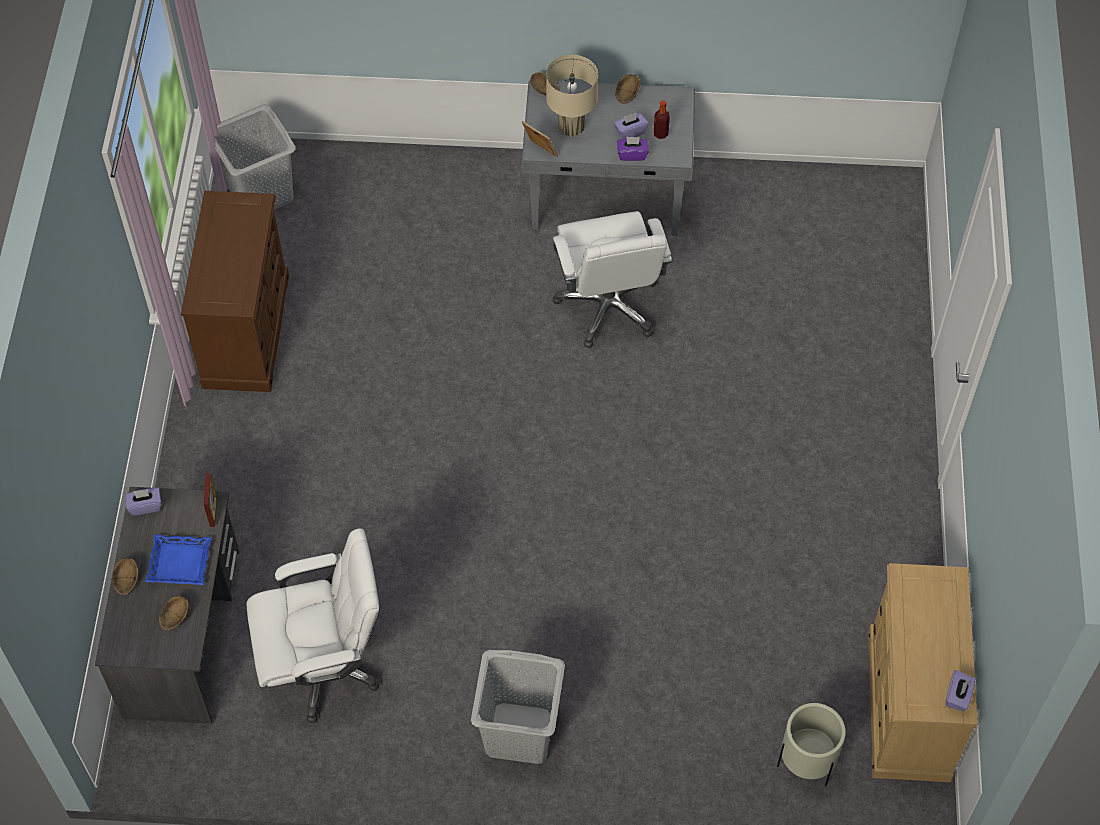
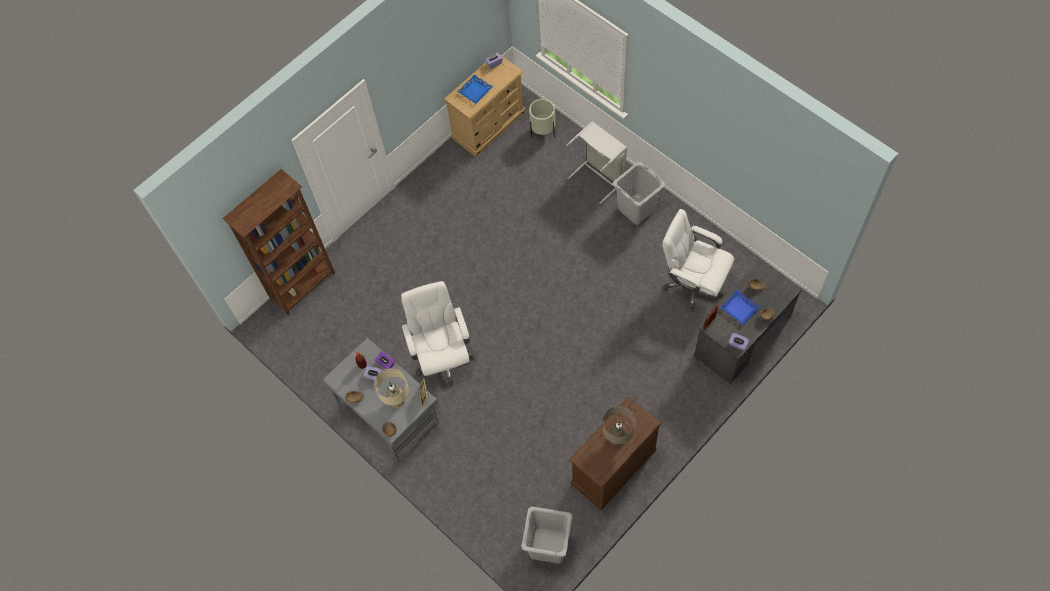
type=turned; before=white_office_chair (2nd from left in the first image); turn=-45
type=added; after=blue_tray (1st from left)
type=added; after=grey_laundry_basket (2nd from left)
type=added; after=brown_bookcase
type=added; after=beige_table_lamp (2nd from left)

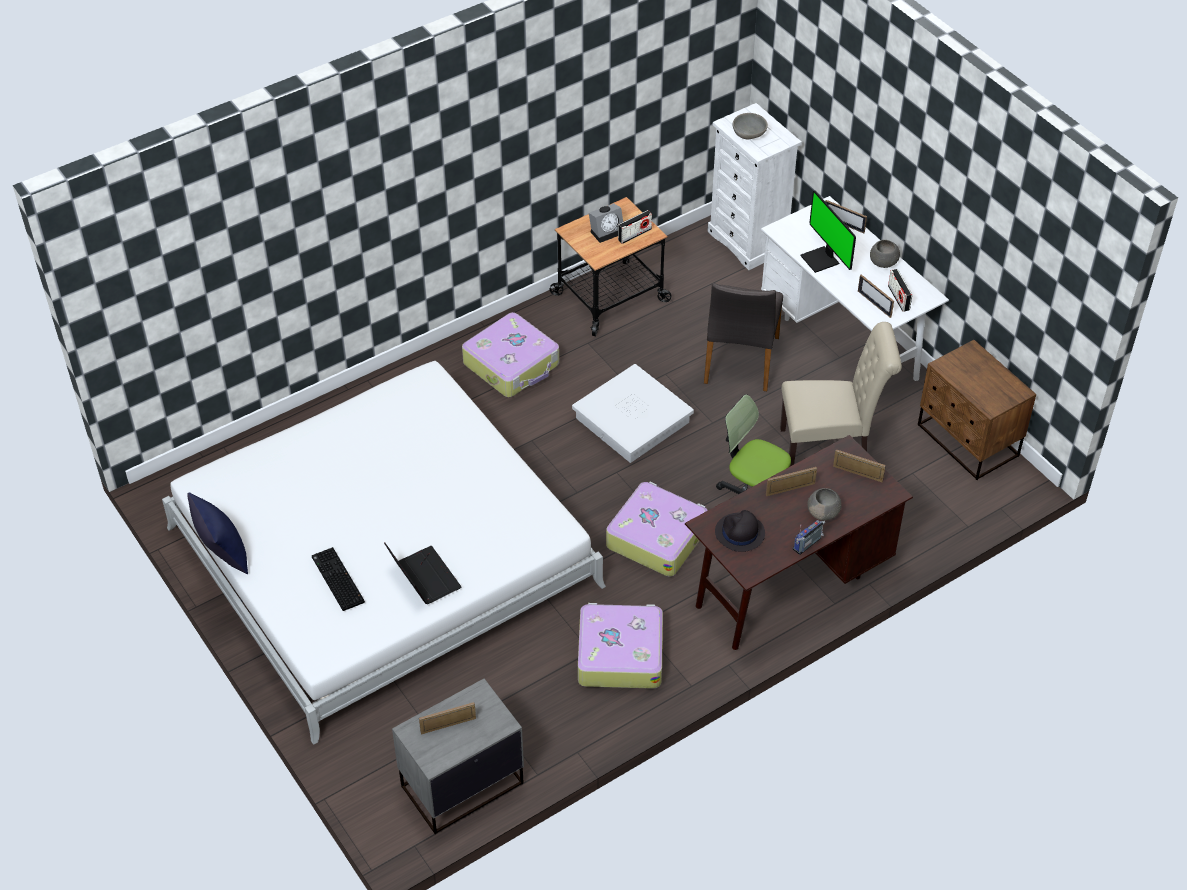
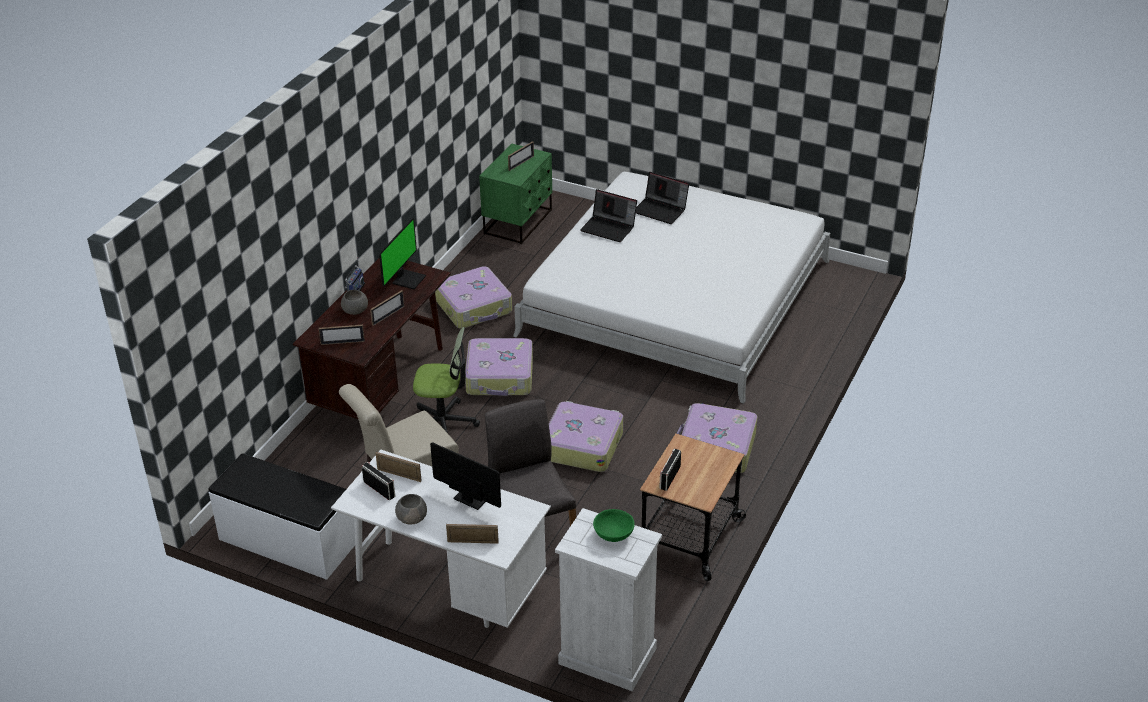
type=recoloured; before=grey_bowl (1st from left); after=green_bowl
type=removed; before=alarm_clock
type=replaced; before=brown_nightstand; after=white_bench
type=replaced; before=white_storage_box; after=suitcase (3rd from left)
type=removed; before=blue_pillow
type=replaced; before=black_hat; after=monitor (1st from left)
type=replaced; before=keyboard; after=laptop (2nd from left)
type=recoloured; before=grey_nightstand; after=green_nightstand

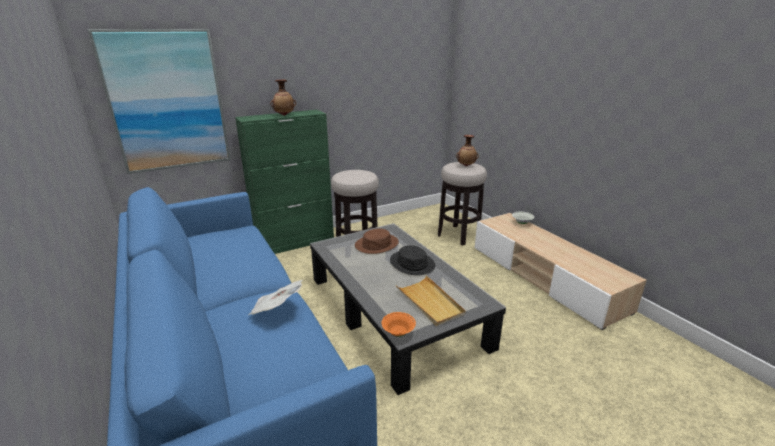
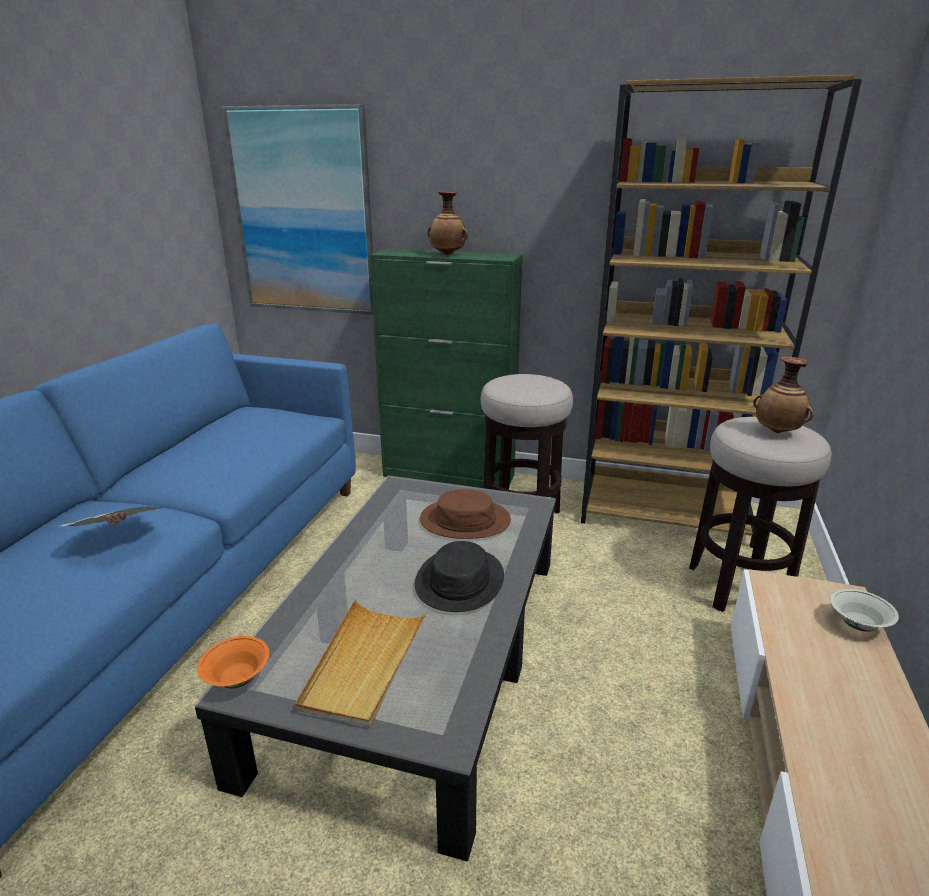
type=added; after=brown_bookcase

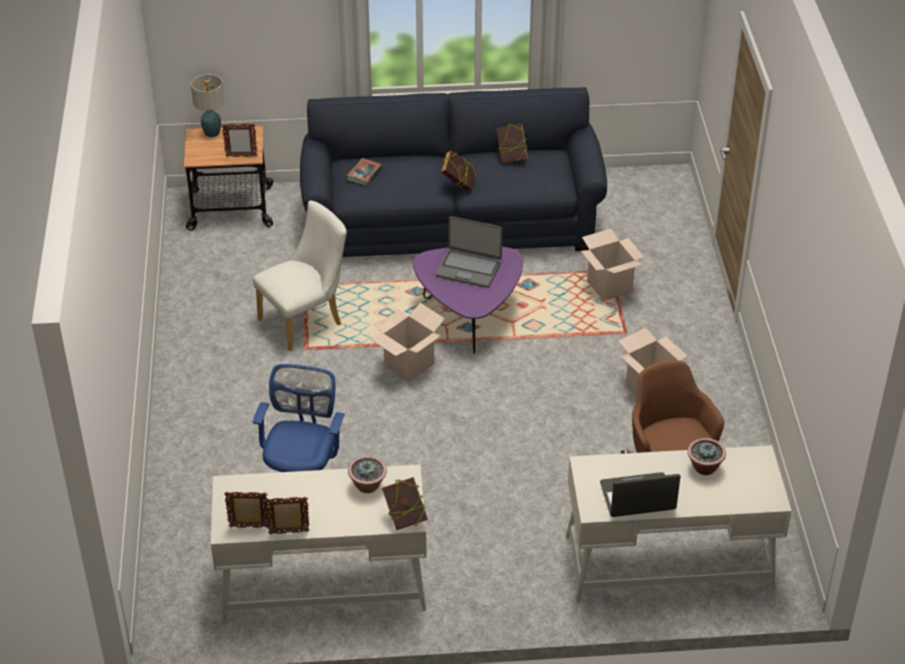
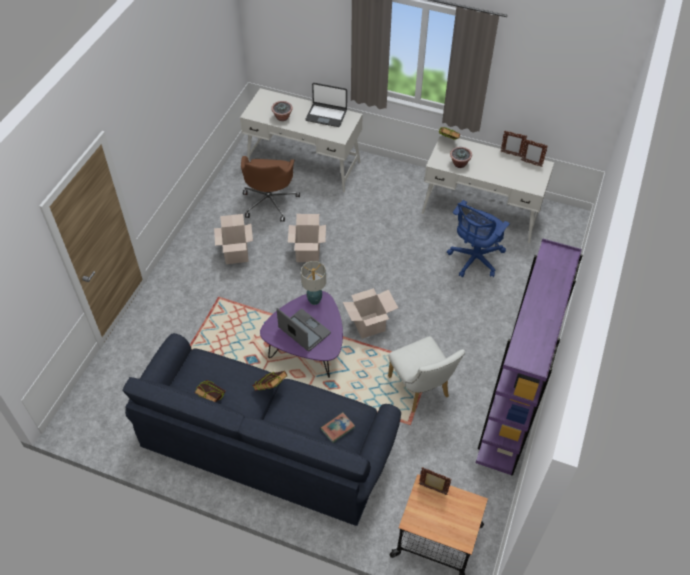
type=moved; before=table_lamp
type=turned; before=white_chair; turn=-105
type=moved; before=cardboard_box (2nd from left)
type=added; after=purple_bookcase

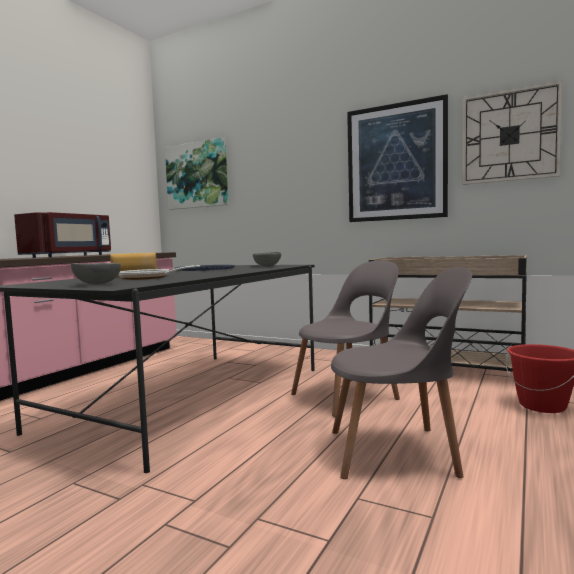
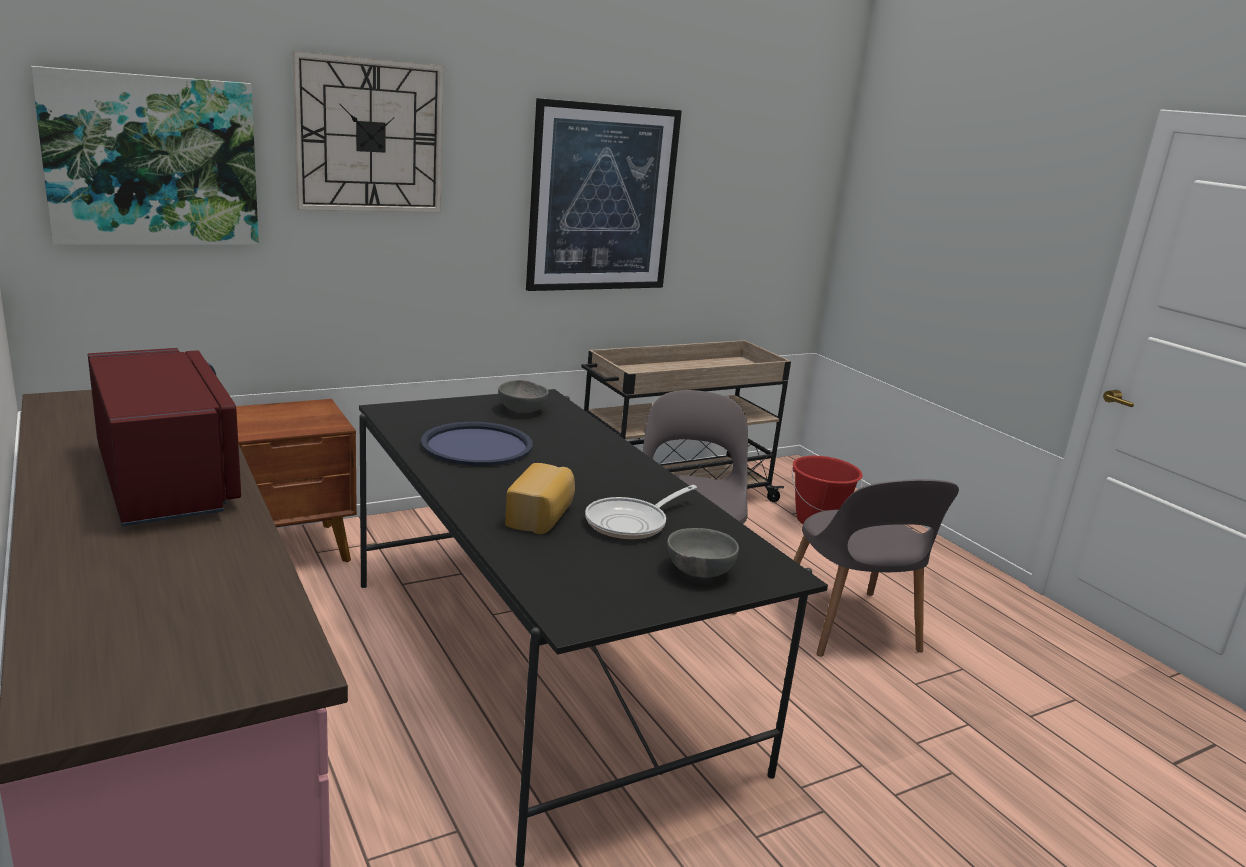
type=moved; before=wall_clock
type=turned; before=grey_chair (2nd from left); turn=135
type=added; after=brown_nightstand

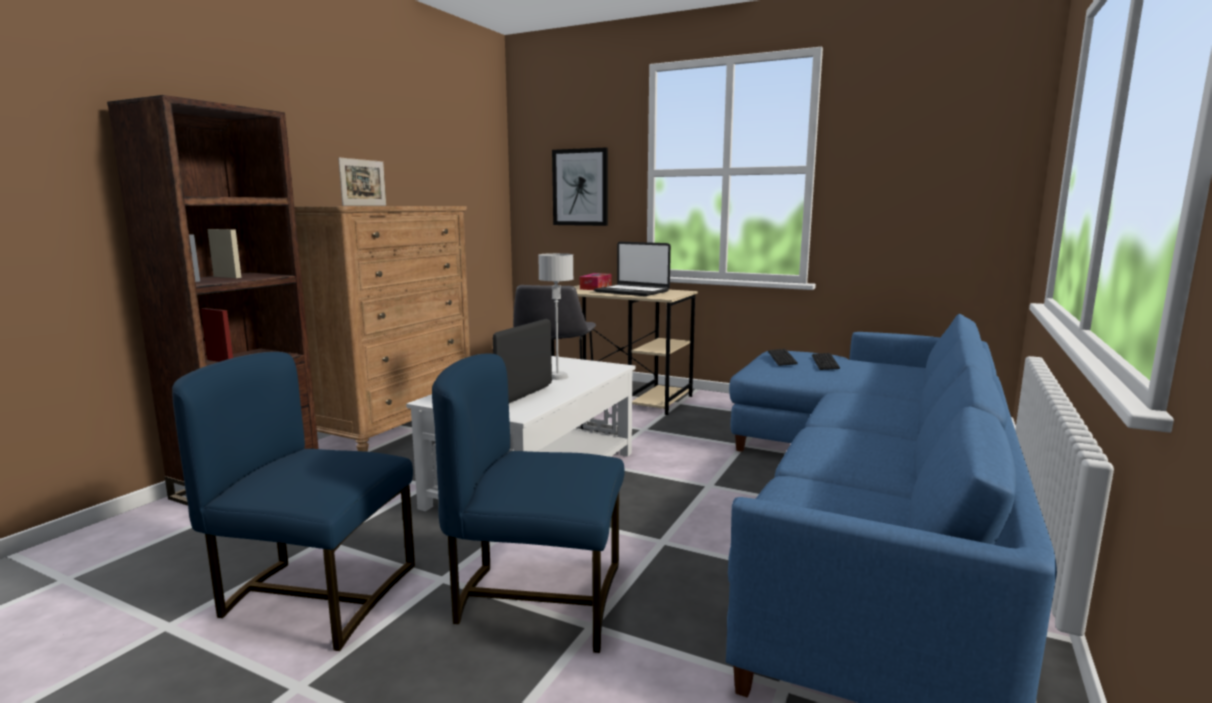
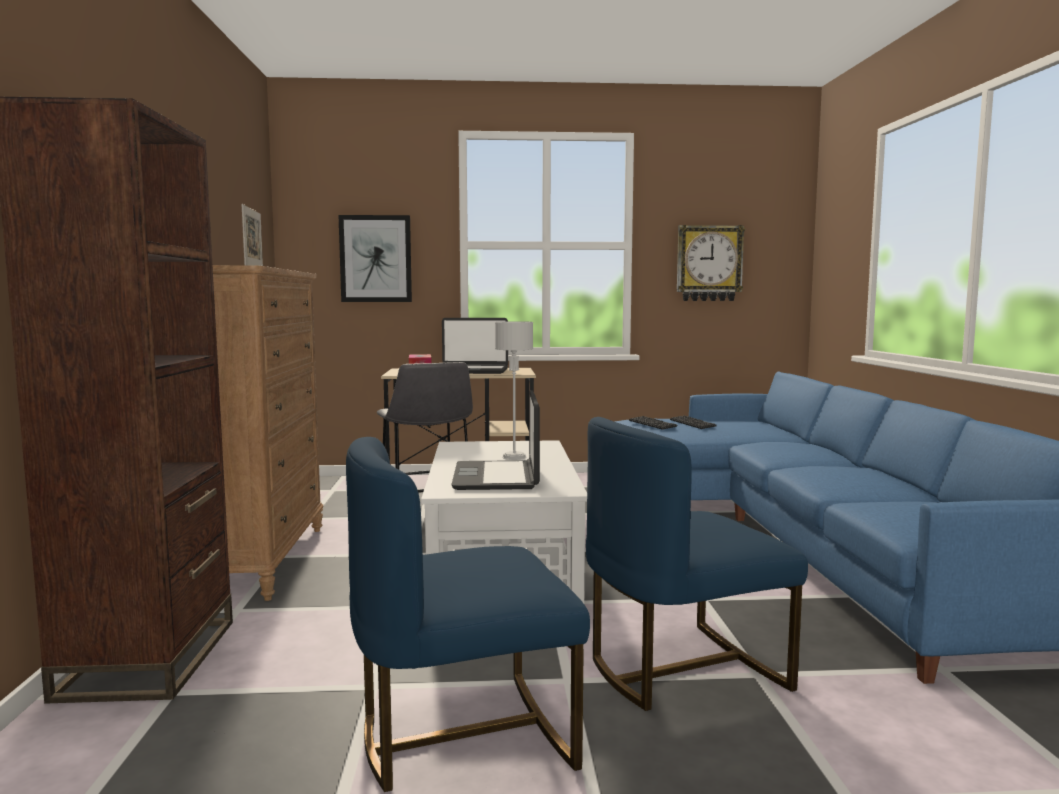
type=added; after=wall_clock

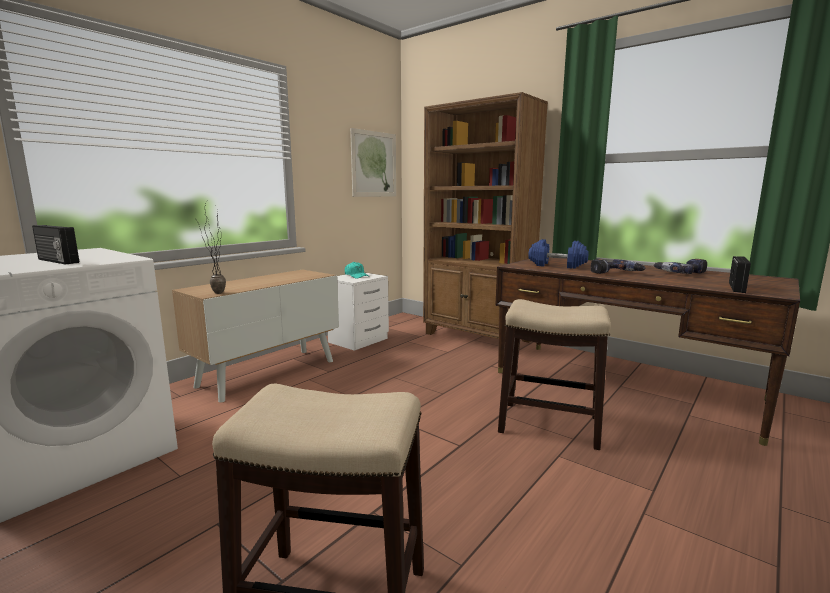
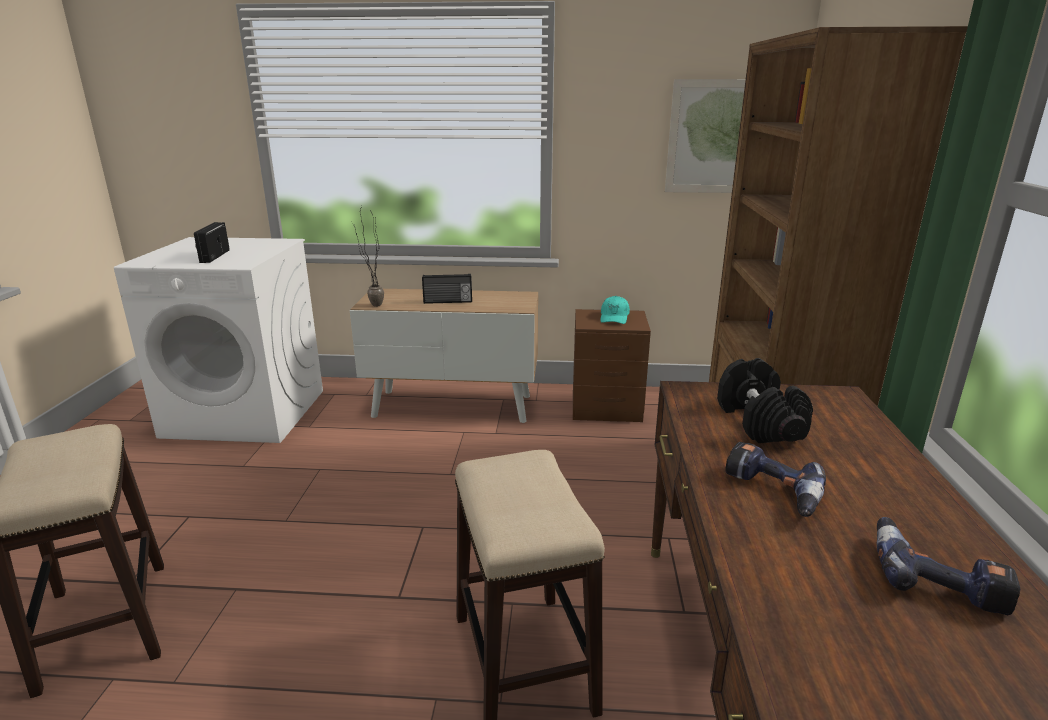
type=recoloured; before=blue_dumbbell; after=black_dumbbell
type=moved; before=radio (2nd from left)
type=recoloured; before=white_nightstand; after=brown_nightstand

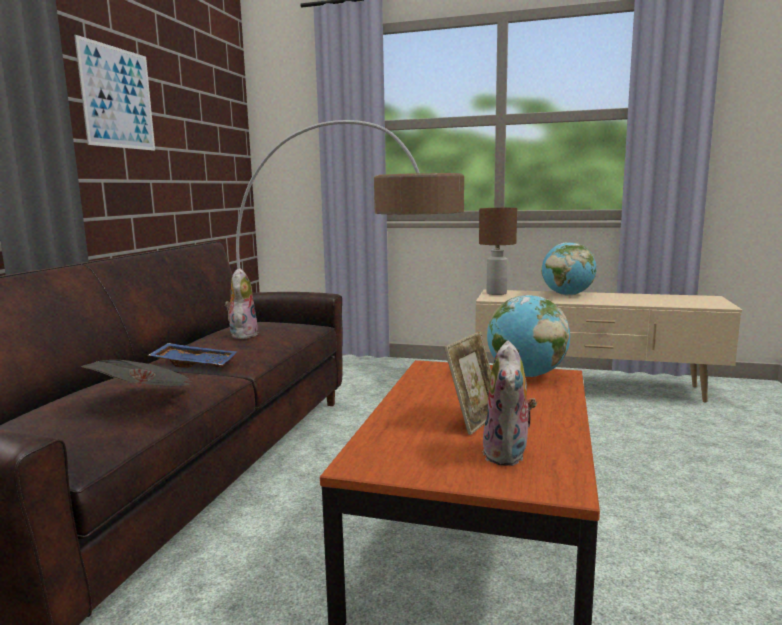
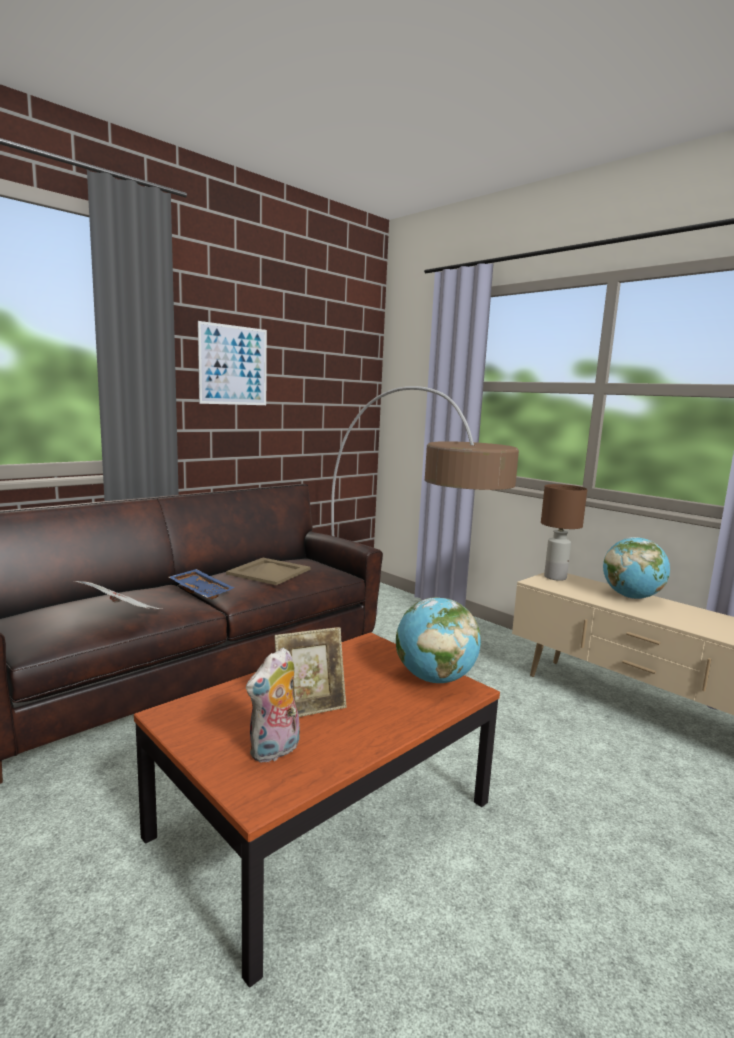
type=replaced; before=plush_toy (1st from left); after=beige_tray

